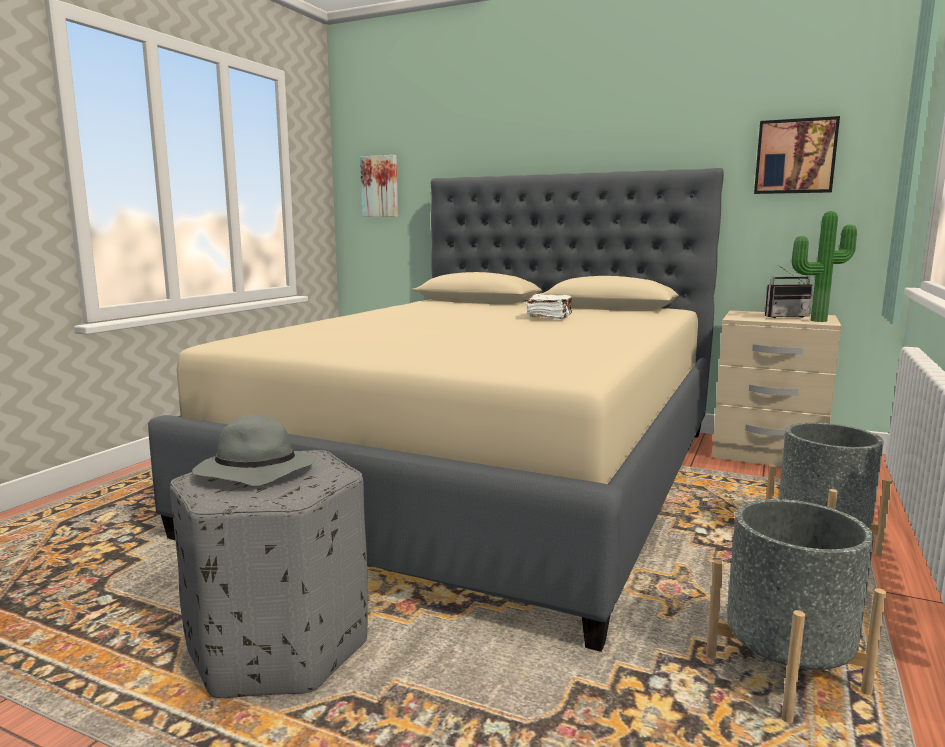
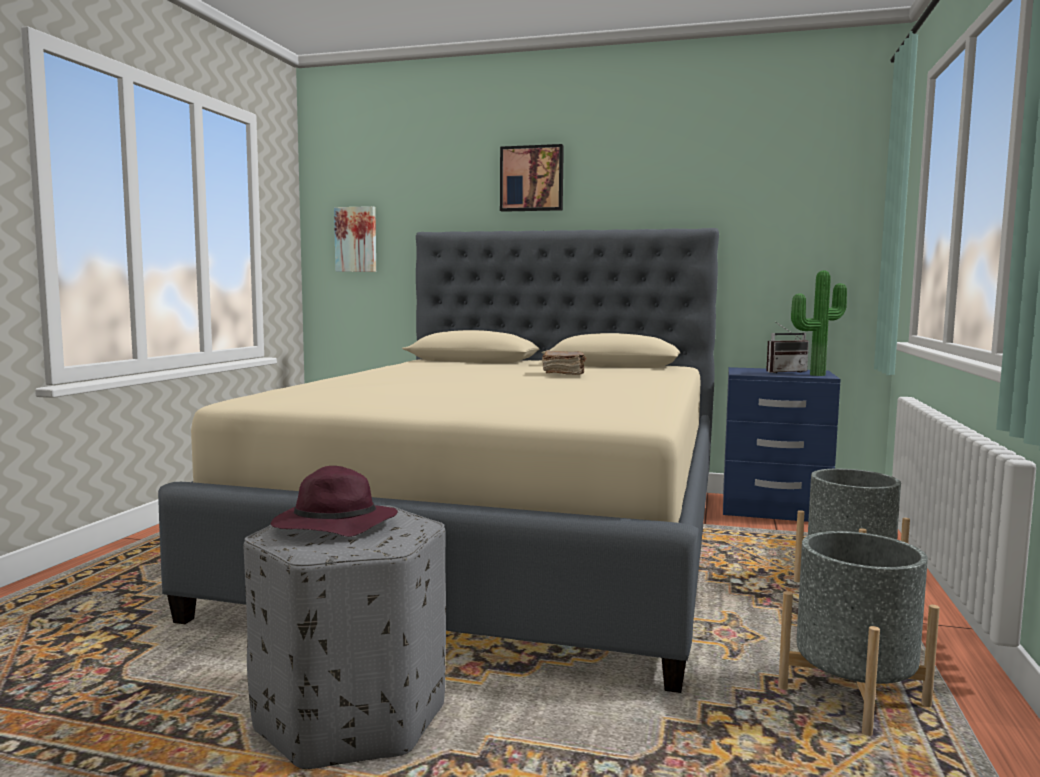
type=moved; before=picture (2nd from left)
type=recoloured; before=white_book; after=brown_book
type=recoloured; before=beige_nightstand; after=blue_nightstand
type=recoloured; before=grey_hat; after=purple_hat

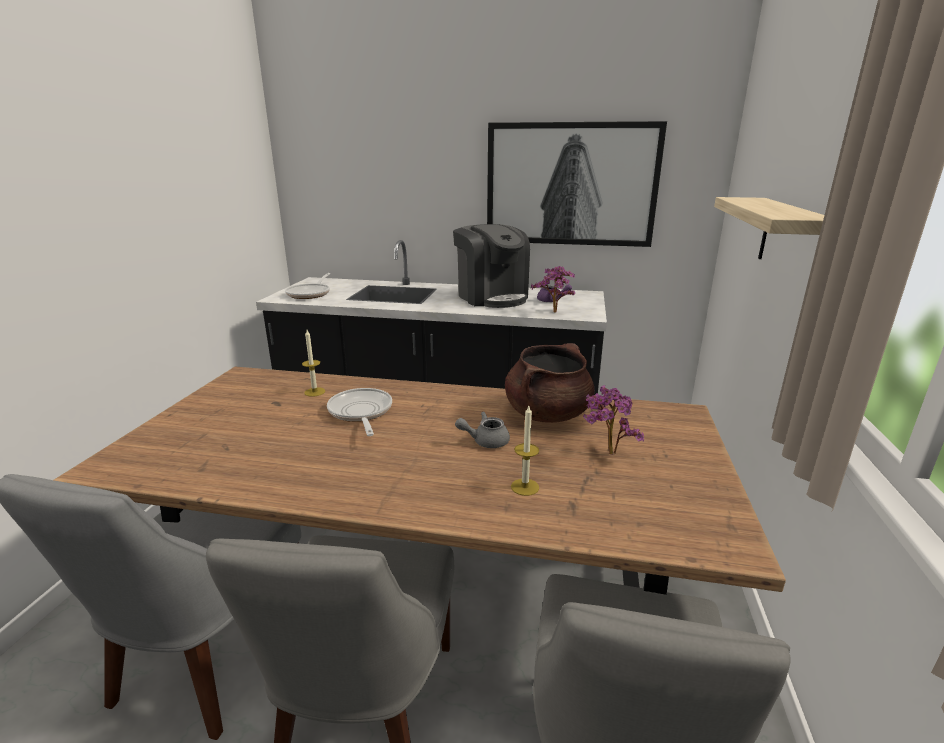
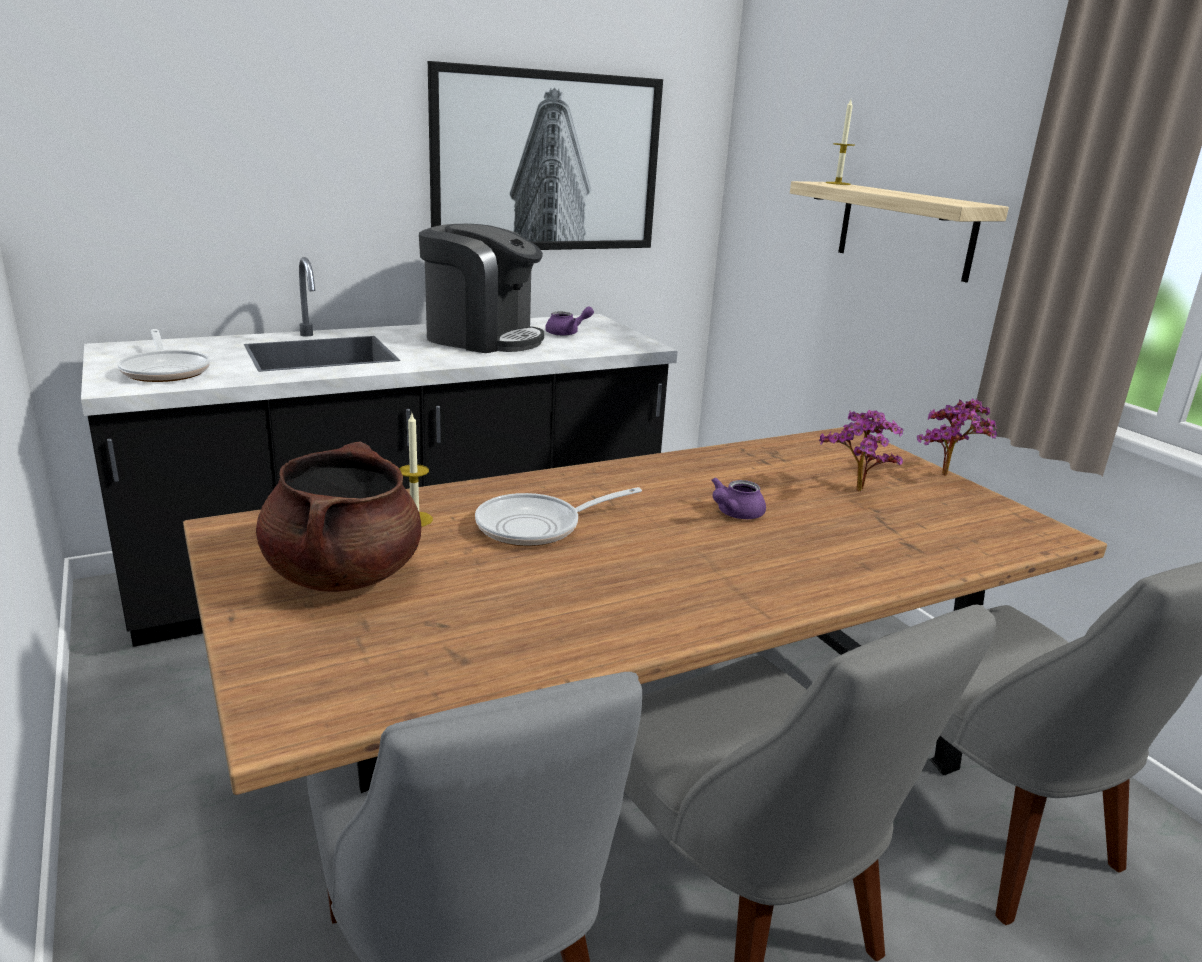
type=moved; before=potted_plant (1st from left in the first image); after=potted_plant (2nd from left)
type=moved; before=brown_cooking_pot
type=turned; before=frying_pan (2nd from left); turn=-60
type=moved; before=candle (2nd from left)
type=recoloured; before=grey_teapot; after=purple_teapot (2nd from left)

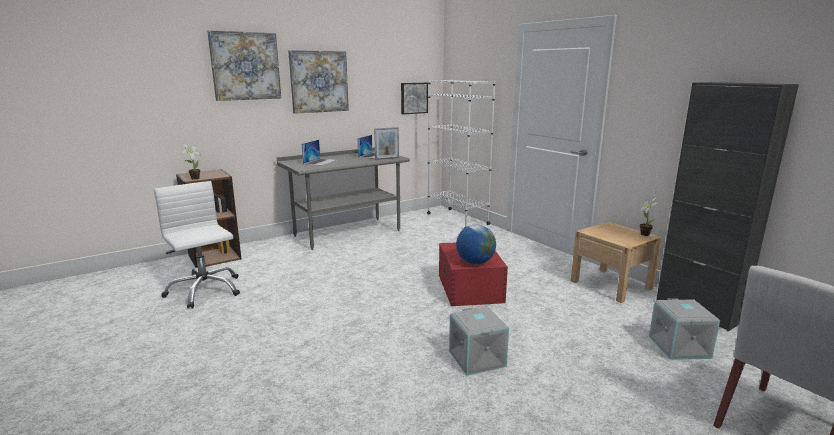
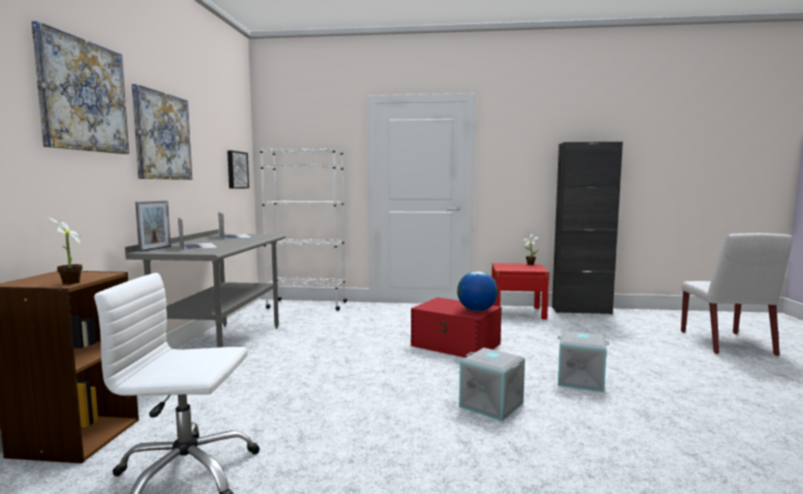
type=moved; before=picture_frame
type=recoloured; before=beige_nightstand; after=red_nightstand
type=moved; before=grey_storage_box (2nd from left in the first image); after=grey_storage_box (1st from left)

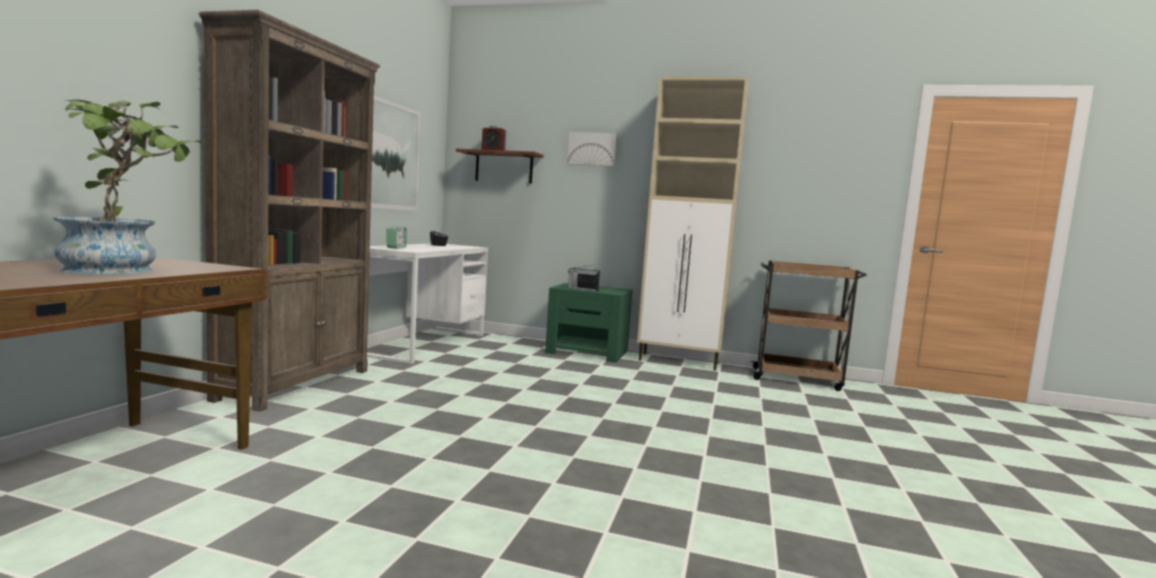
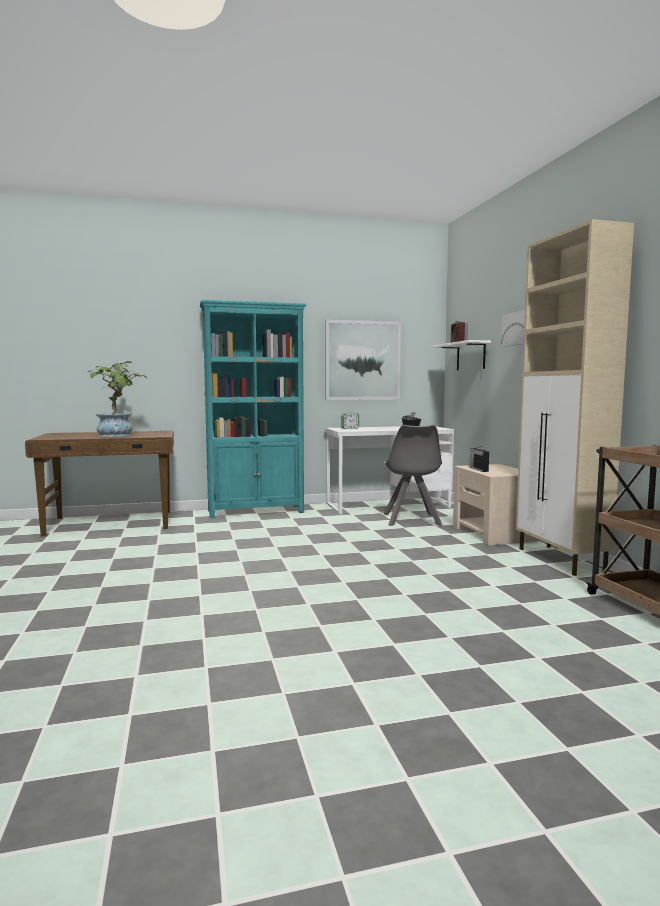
type=recoloured; before=brown_bookcase; after=turquoise_bookcase
type=recoloured; before=brown_shelf; after=white_shelf
type=recoloured; before=green_nightstand; after=beige_nightstand
type=added; after=grey_chair

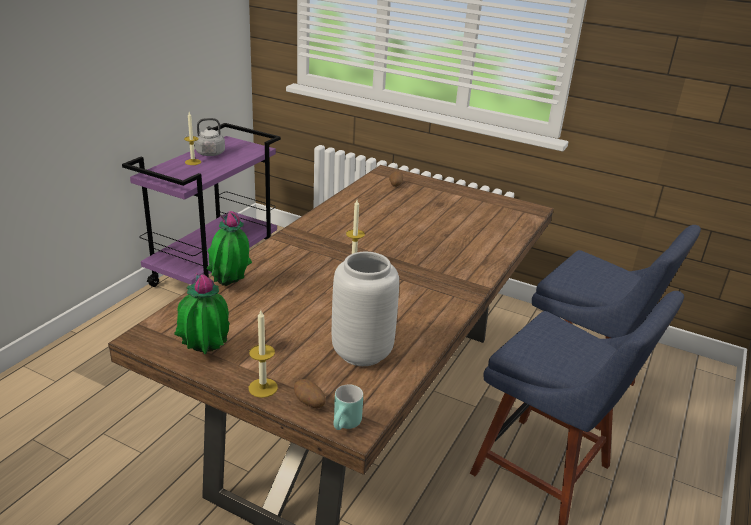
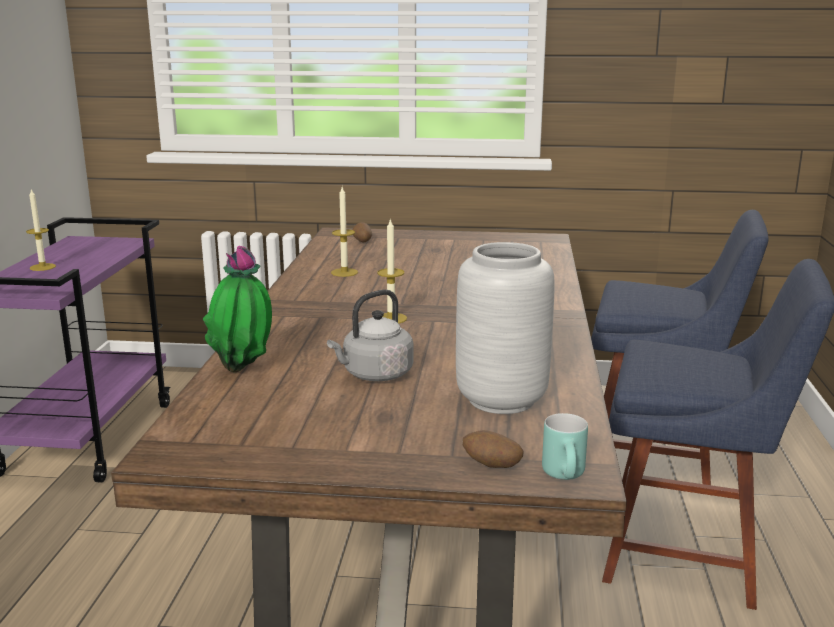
type=moved; before=grey_kettle
type=removed; before=potted_plant (1st from left)
type=moved; before=candle (2nd from left)

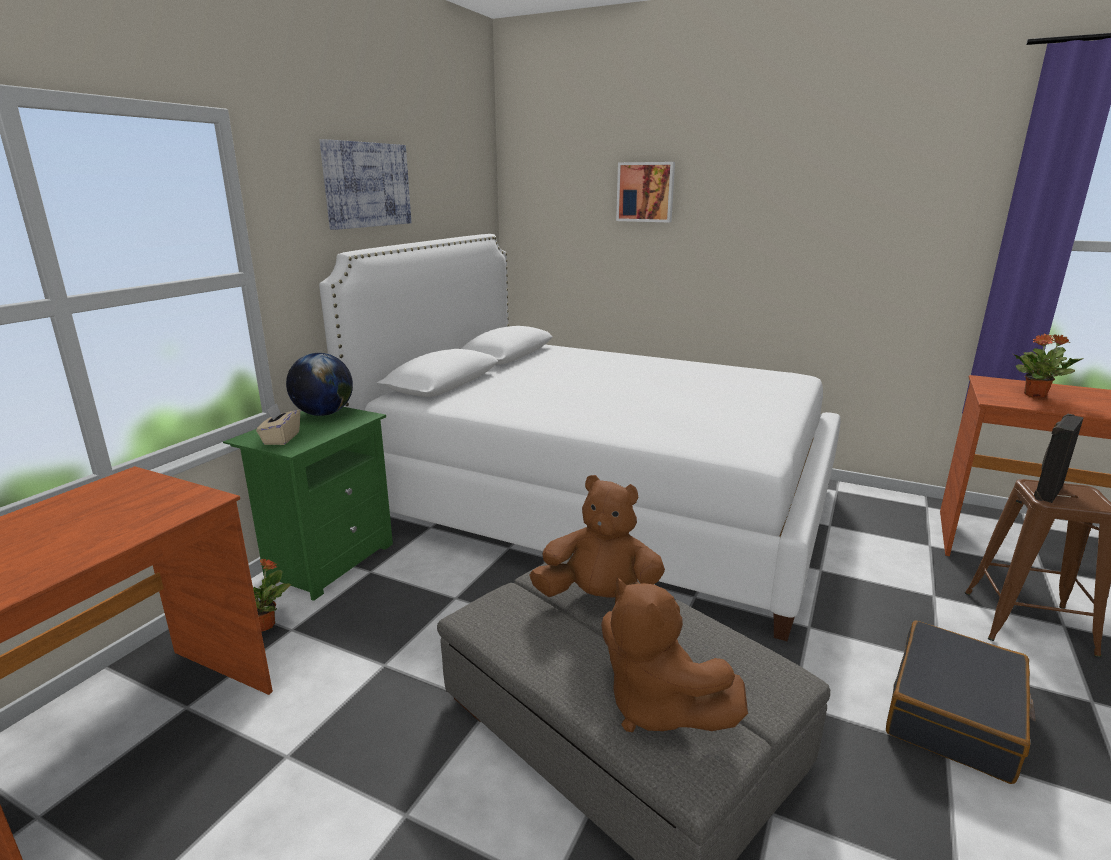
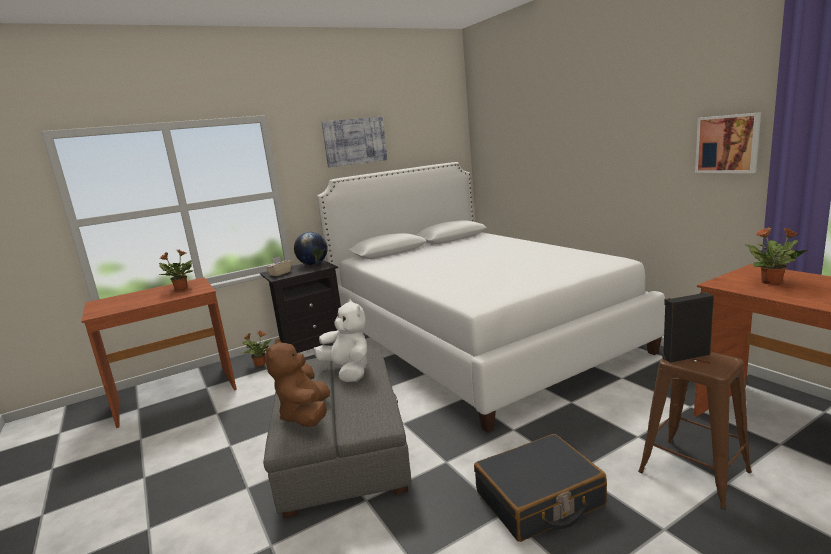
type=moved; before=picture (2nd from left)
type=recoloured; before=green_nightstand; after=black_nightstand
type=recoloured; before=brown_plush_toy (1st from left); after=white_plush_toy
type=added; after=potted_plant (1st from left)

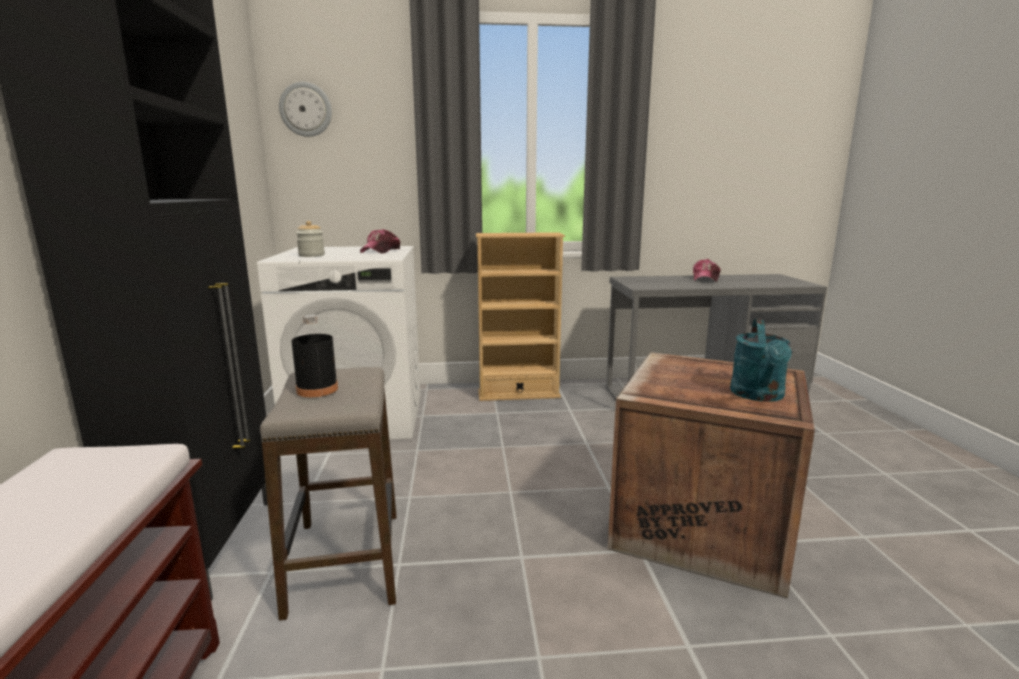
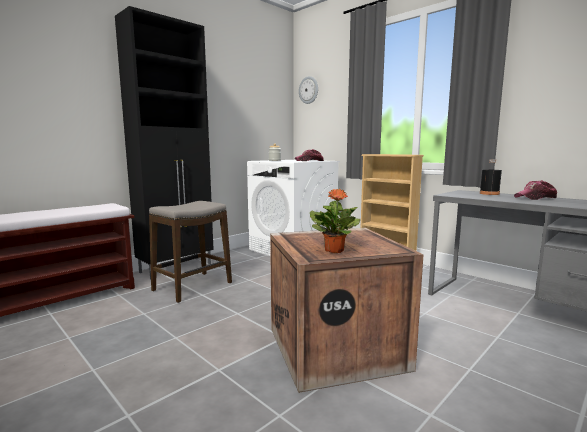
type=moved; before=black_bottle
type=replaced; before=turquoise_watering_can; after=potted_plant

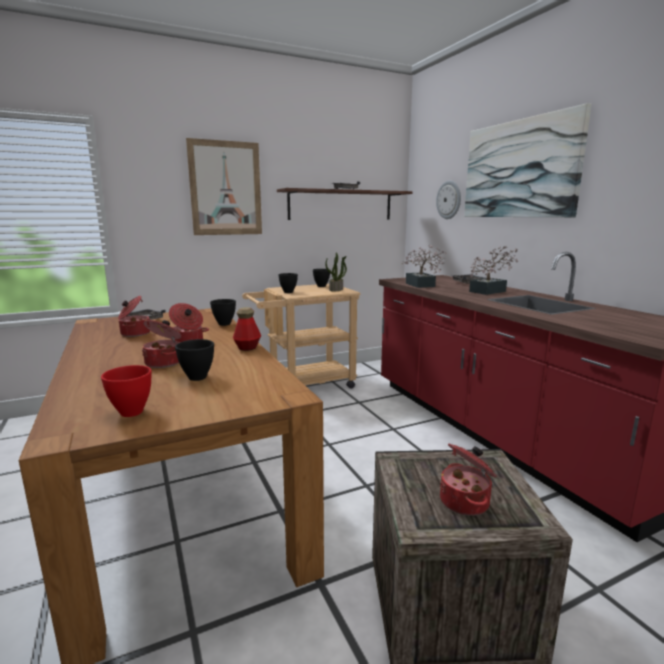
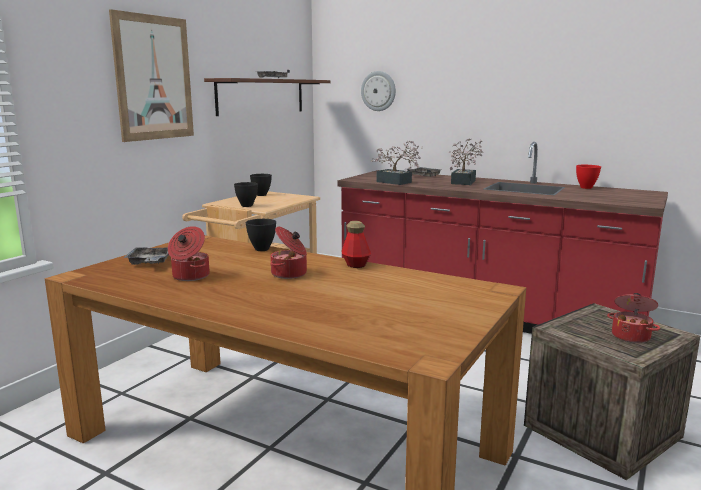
type=removed; before=picture (2nd from left)
type=removed; before=potted_plant (1st from left)
type=removed; before=cooking_pot (2nd from left)
type=removed; before=black_bowl (1st from left)
type=moved; before=red_bowl

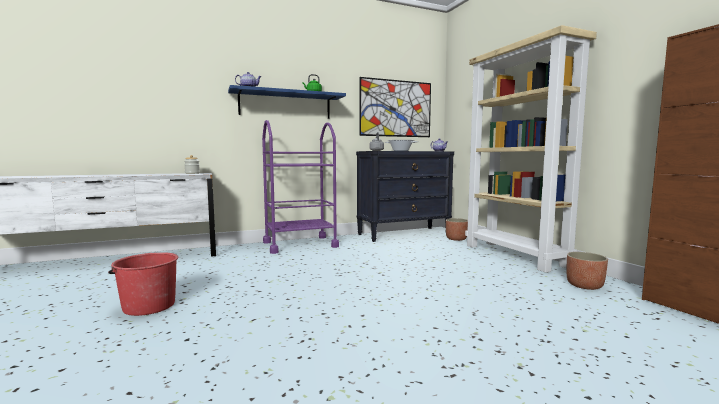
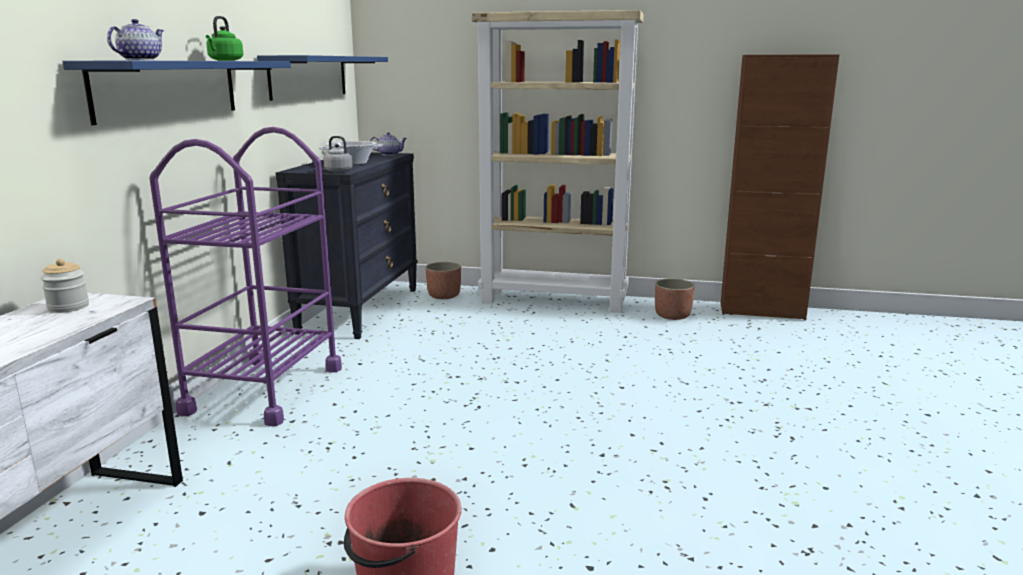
type=replaced; before=picture; after=blue_shelf (2nd from left)

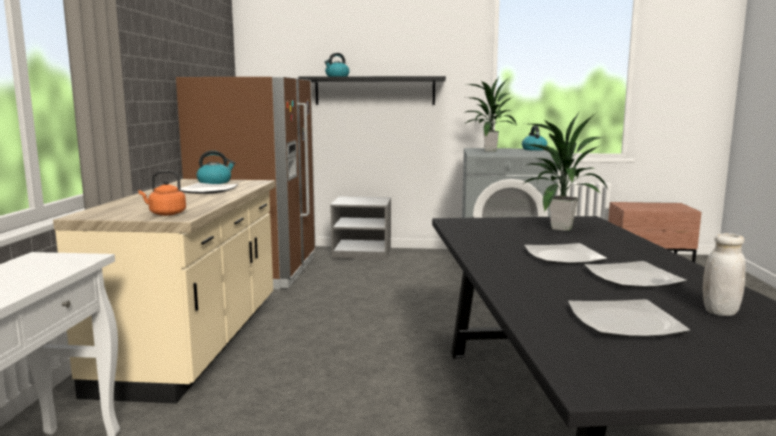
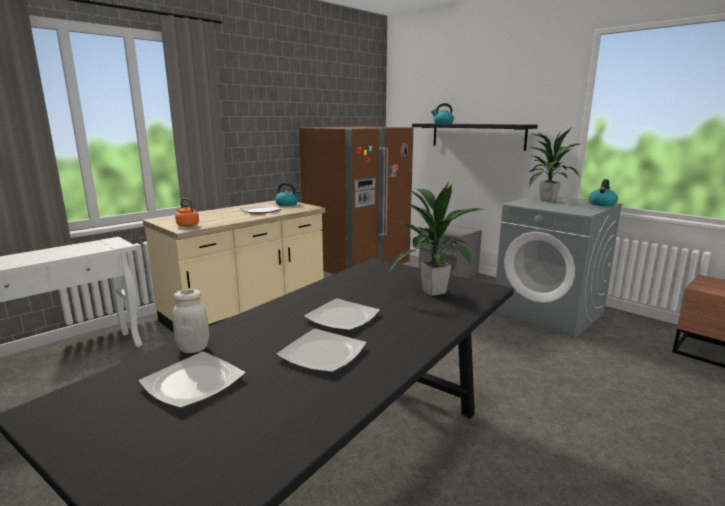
type=moved; before=white_jar

